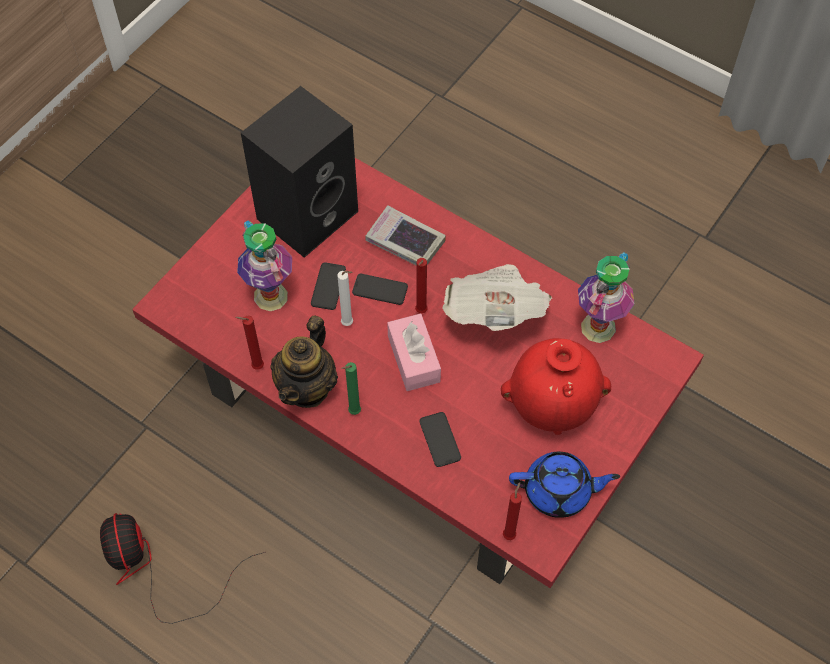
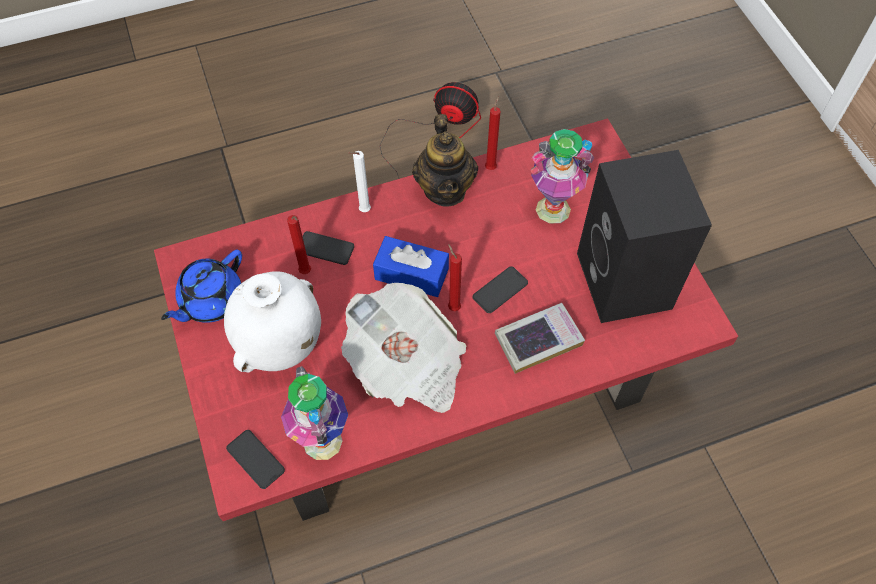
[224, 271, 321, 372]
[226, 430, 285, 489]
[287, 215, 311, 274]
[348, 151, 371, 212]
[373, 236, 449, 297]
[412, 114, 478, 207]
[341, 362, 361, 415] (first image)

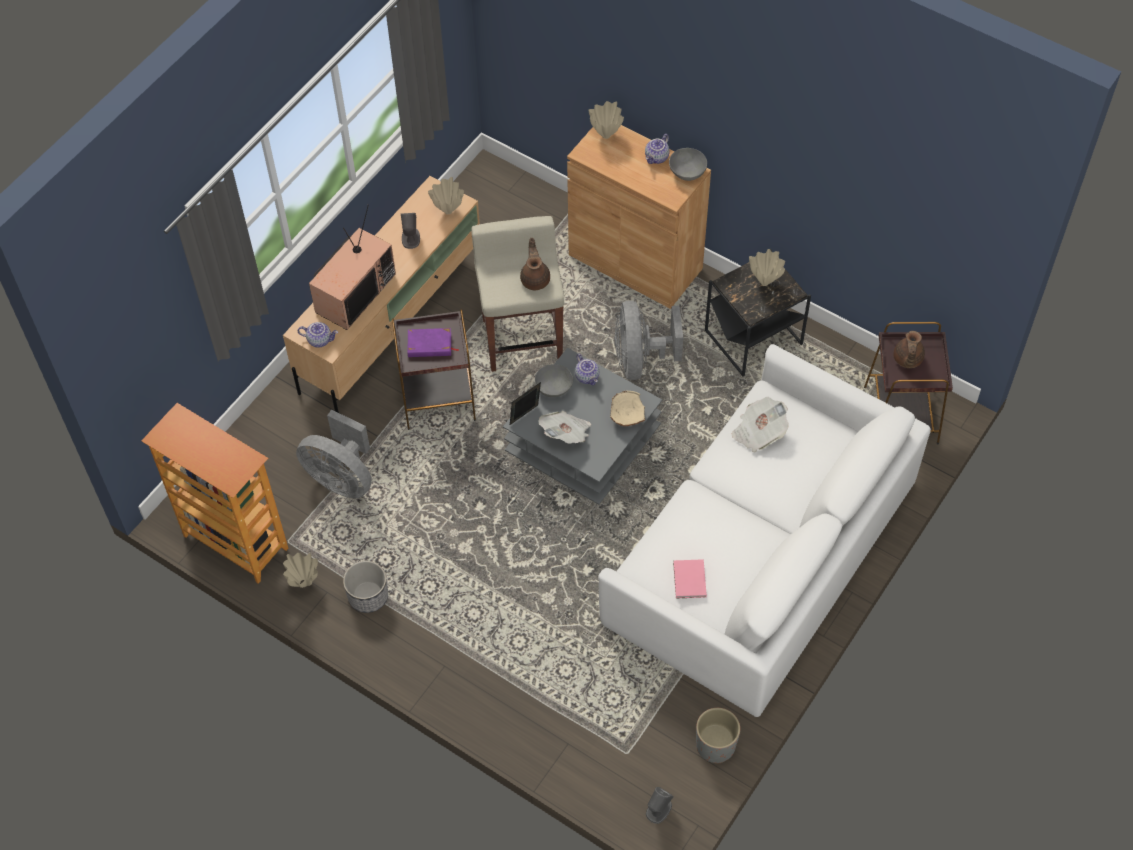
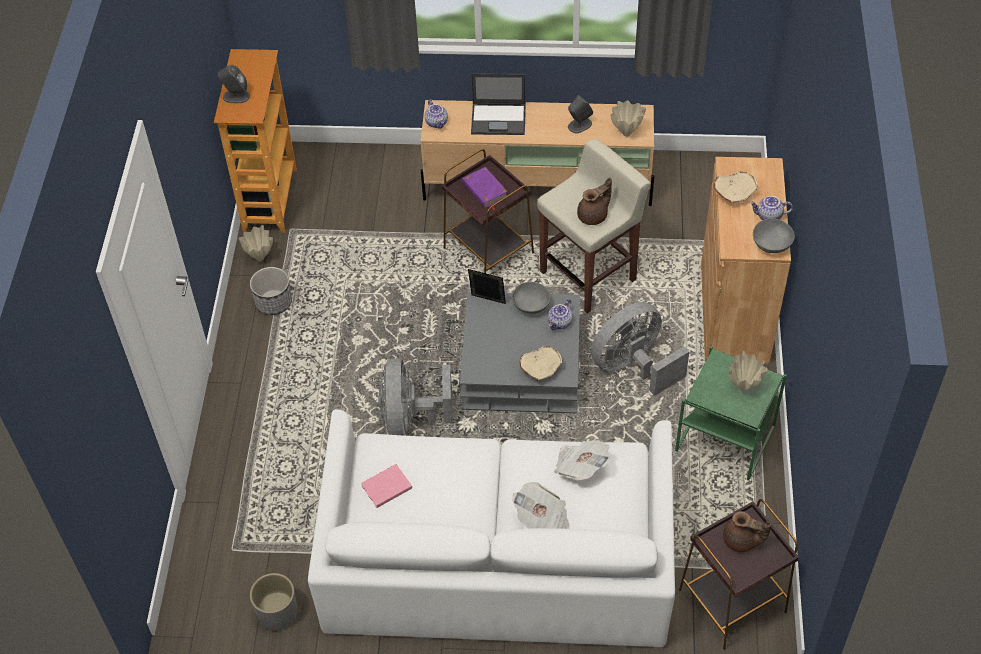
[217, 64, 250, 103]
[378, 358, 453, 436]
[471, 73, 526, 135]
[512, 482, 570, 529]
[675, 346, 787, 481]
[714, 171, 758, 203]
[723, 511, 772, 552]
[588, 101, 624, 139] (first image)

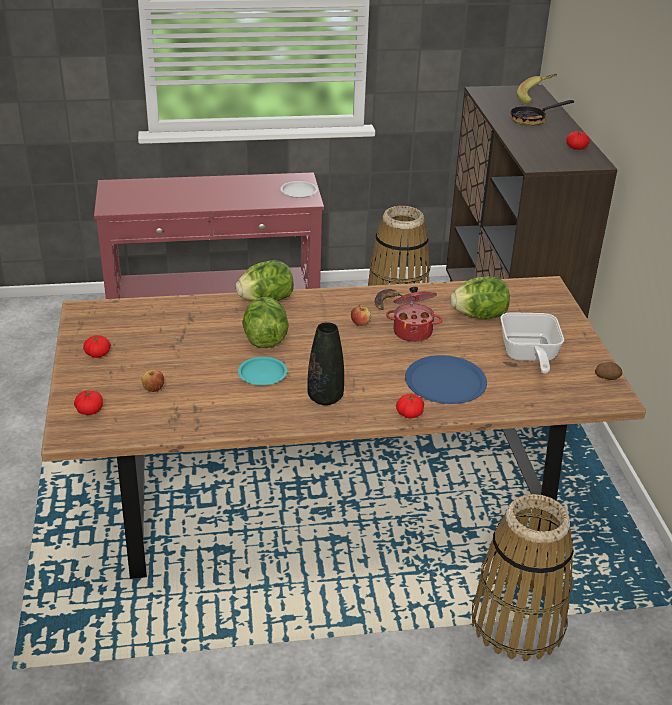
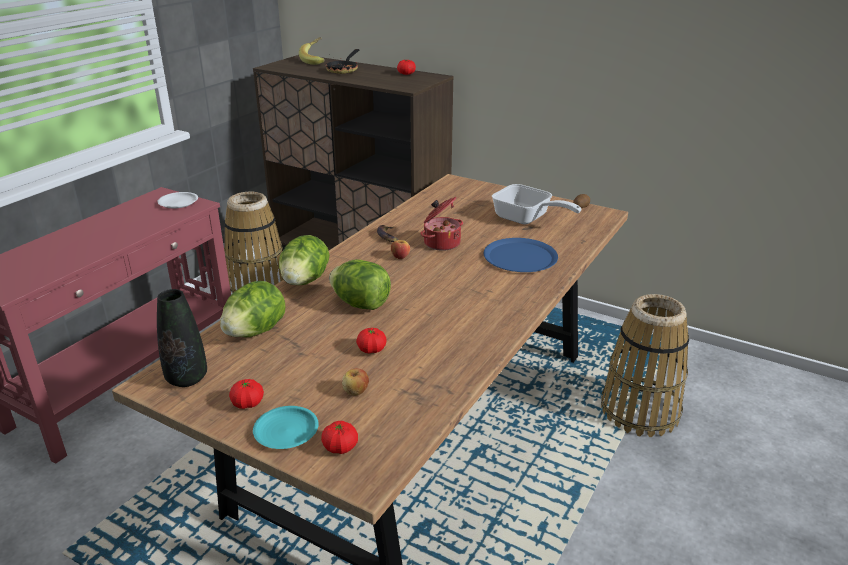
[157, 289, 207, 387]
[220, 281, 285, 337]
[253, 406, 319, 449]
[356, 328, 387, 353]

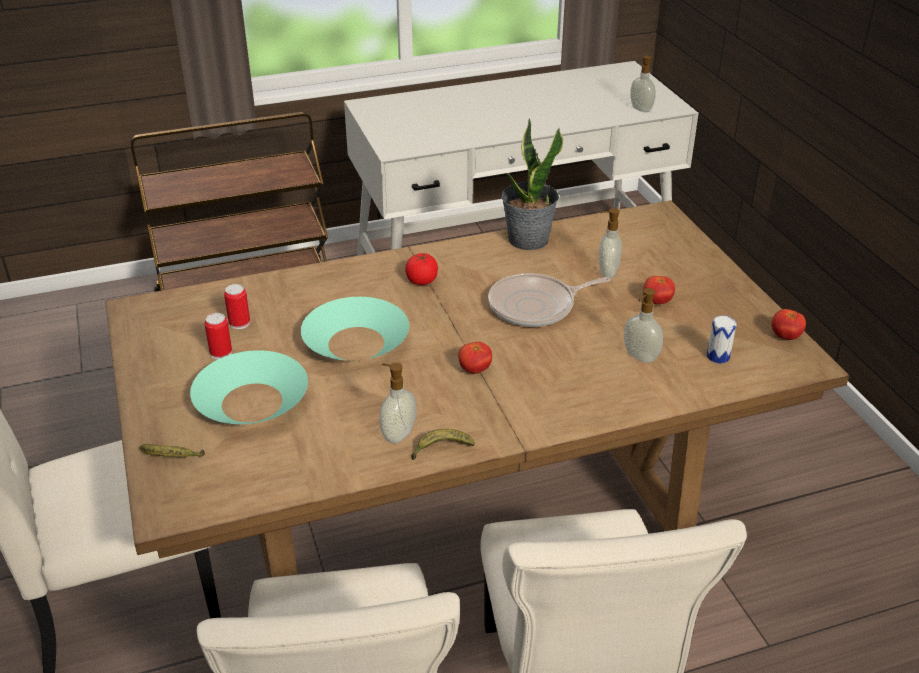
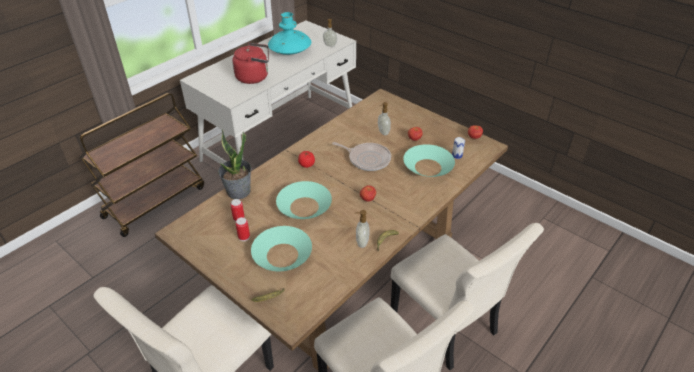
[218, 129, 251, 199]
[232, 43, 269, 84]
[268, 12, 311, 55]
[332, 142, 391, 171]
[403, 144, 455, 177]

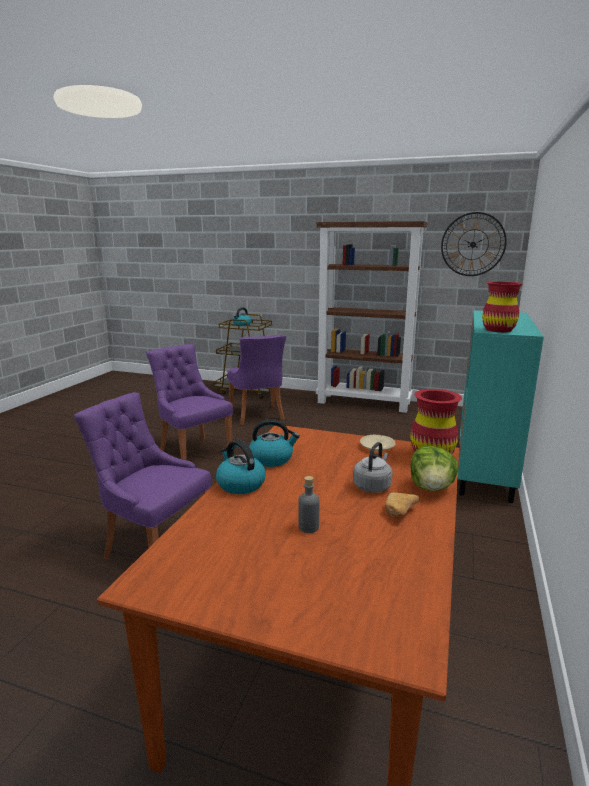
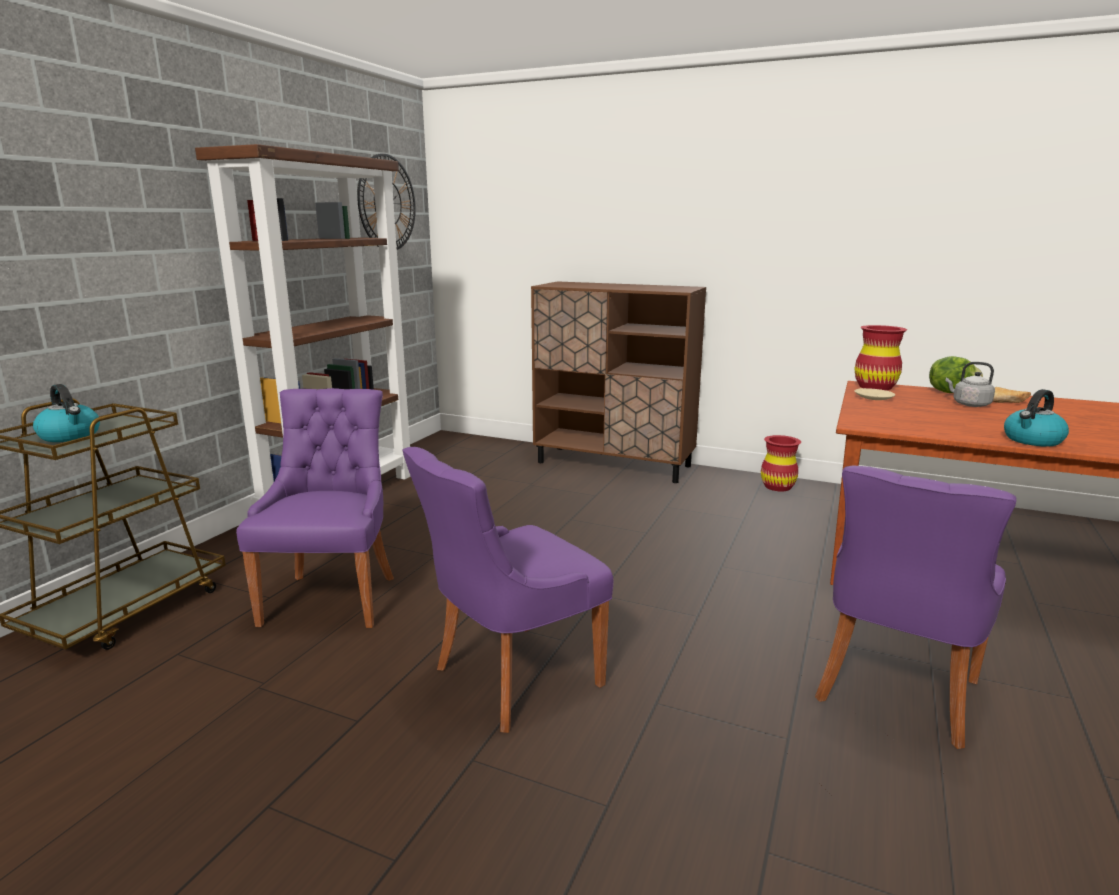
[236, 388, 394, 628]
[531, 281, 706, 483]
[761, 435, 801, 491]
[249, 419, 300, 467] (first image)
[298, 476, 319, 533] (first image)

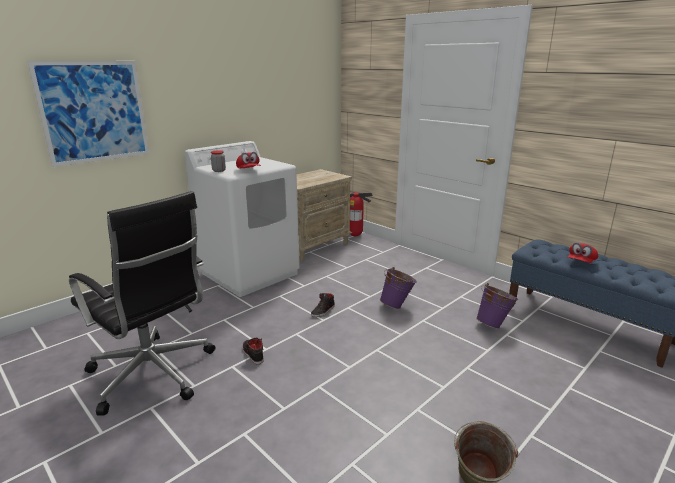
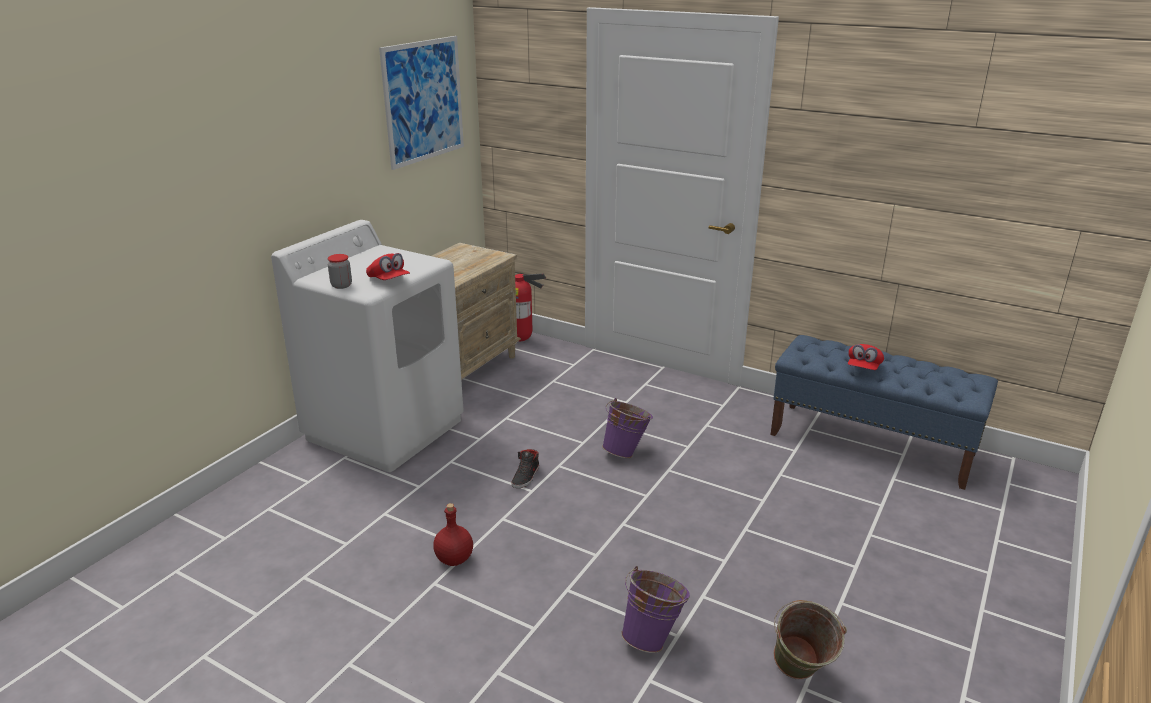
[379, 36, 464, 170]
[433, 503, 473, 566]
[621, 566, 690, 653]
[69, 191, 215, 416] (first image)

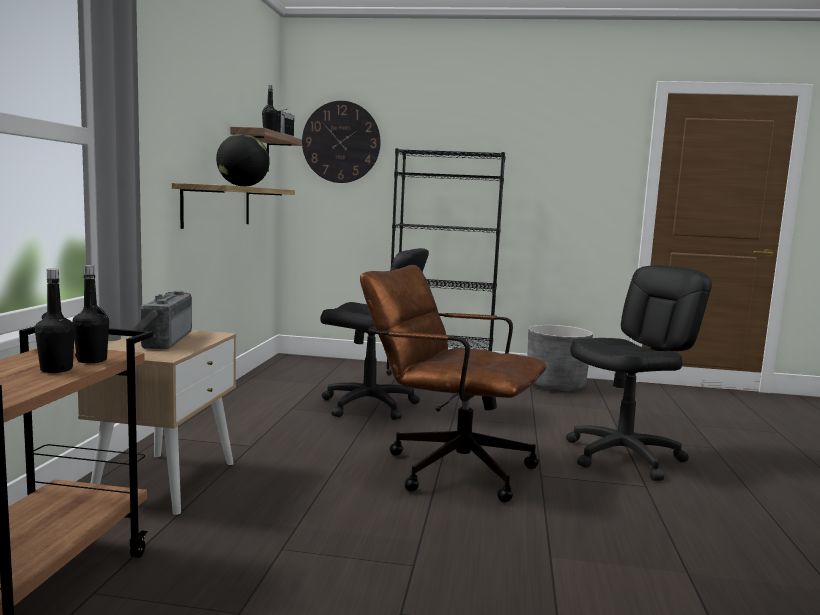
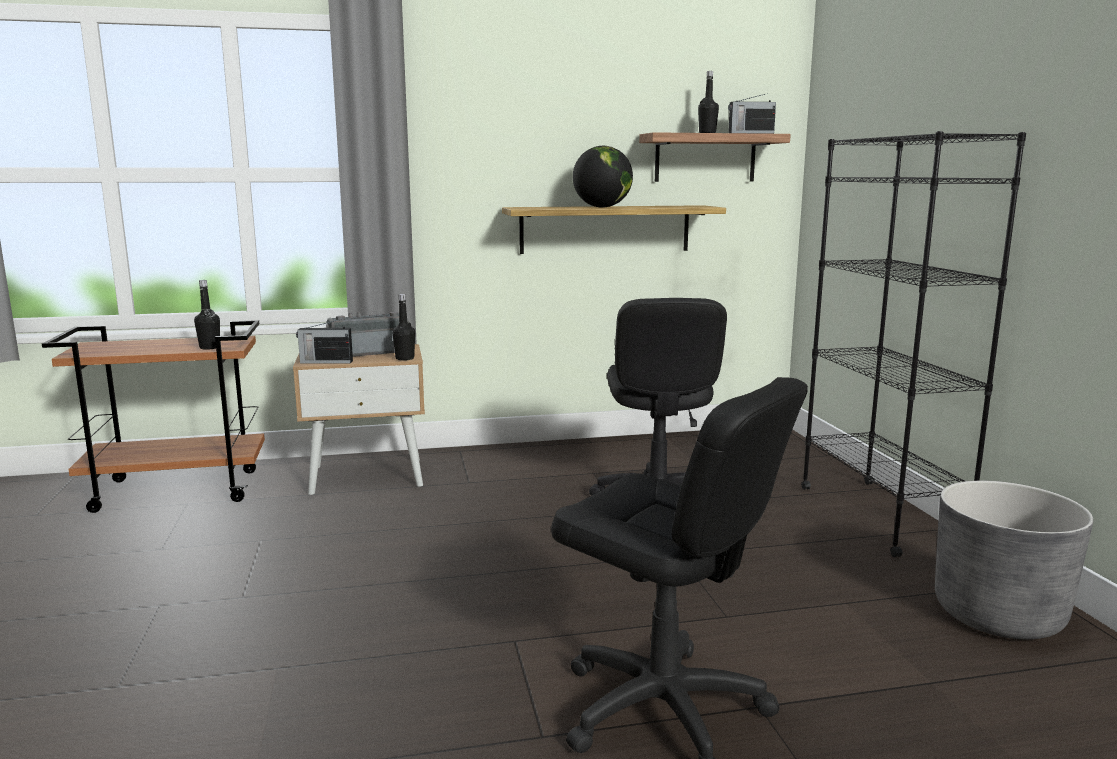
[296, 319, 353, 364]
[392, 294, 415, 361]
[302, 101, 381, 183] (first image)
[360, 265, 547, 502] (first image)

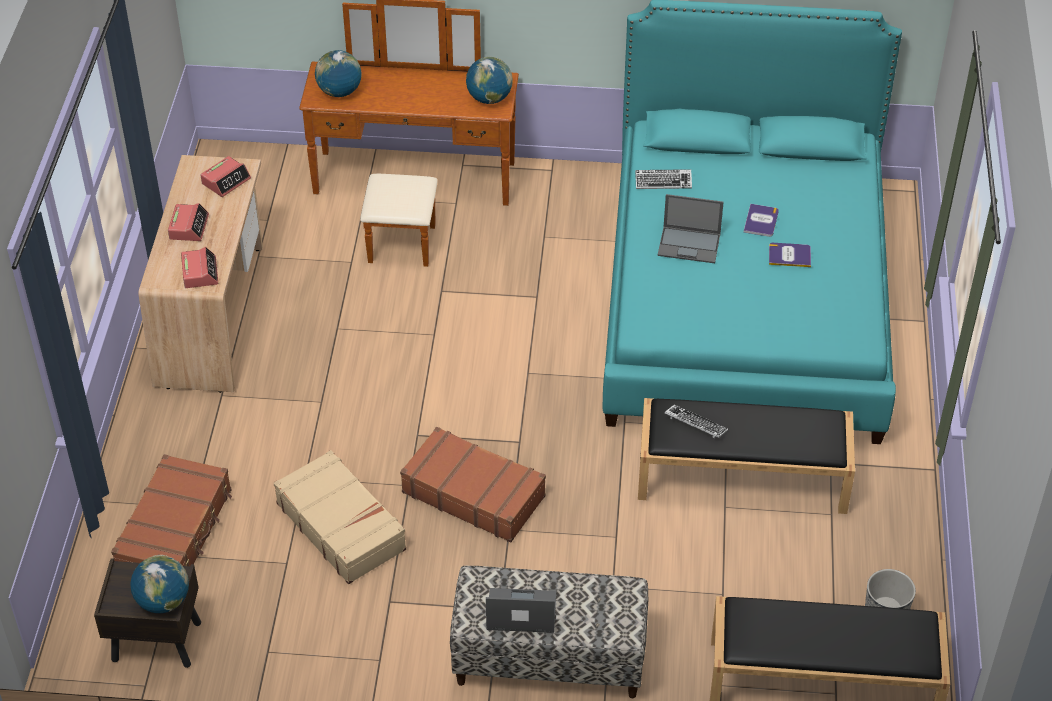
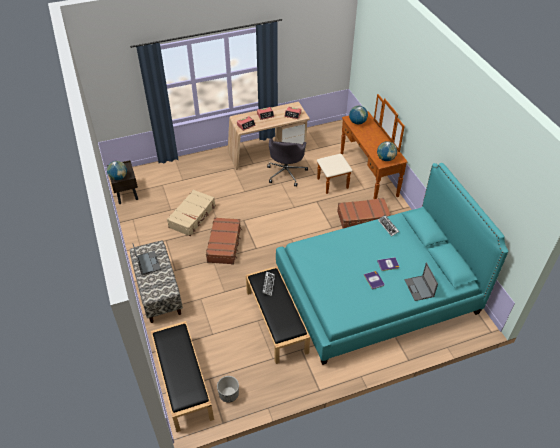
[267, 139, 308, 186]
[337, 198, 391, 228]
[404, 263, 438, 301]

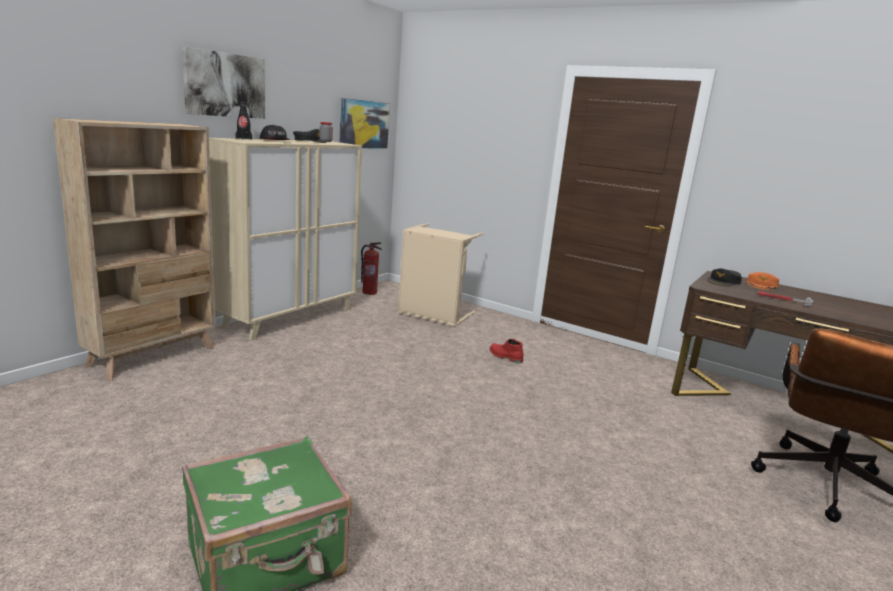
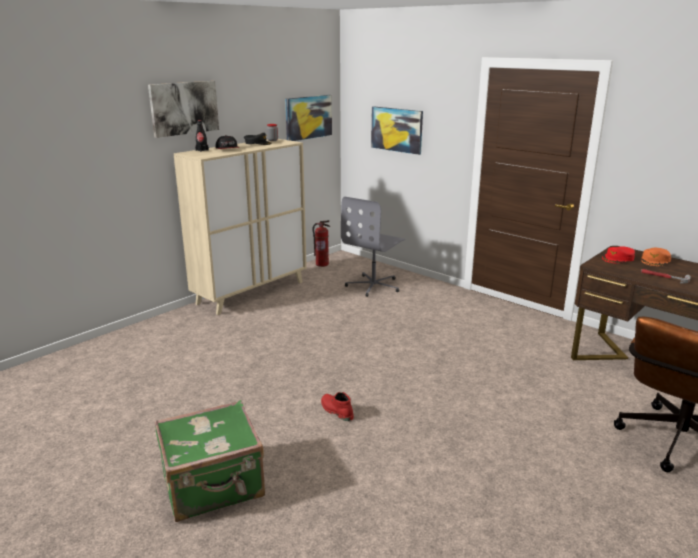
[321, 392, 354, 421]
[341, 197, 405, 297]
[371, 106, 423, 155]
[602, 246, 635, 263]
[53, 118, 216, 381] (first image)

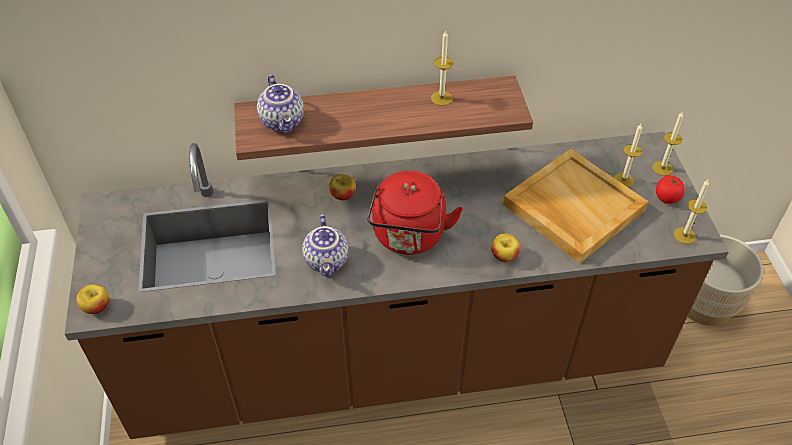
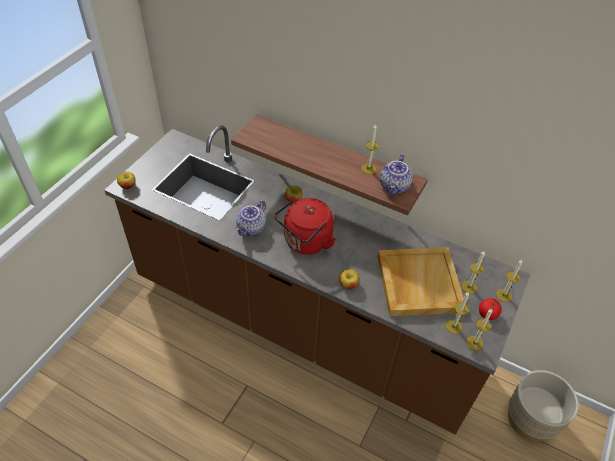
[380, 154, 413, 195]
[446, 292, 469, 334]

